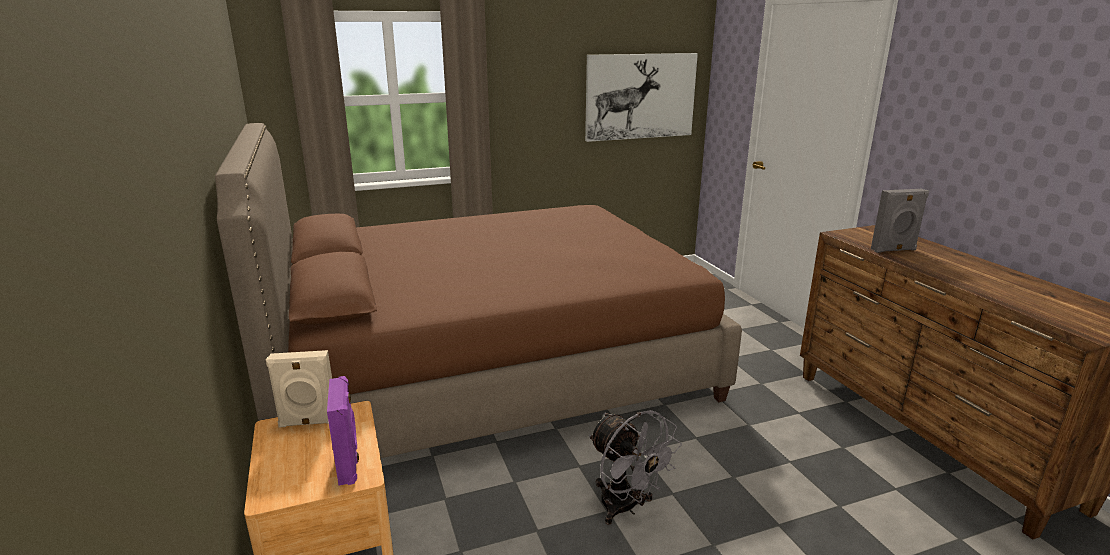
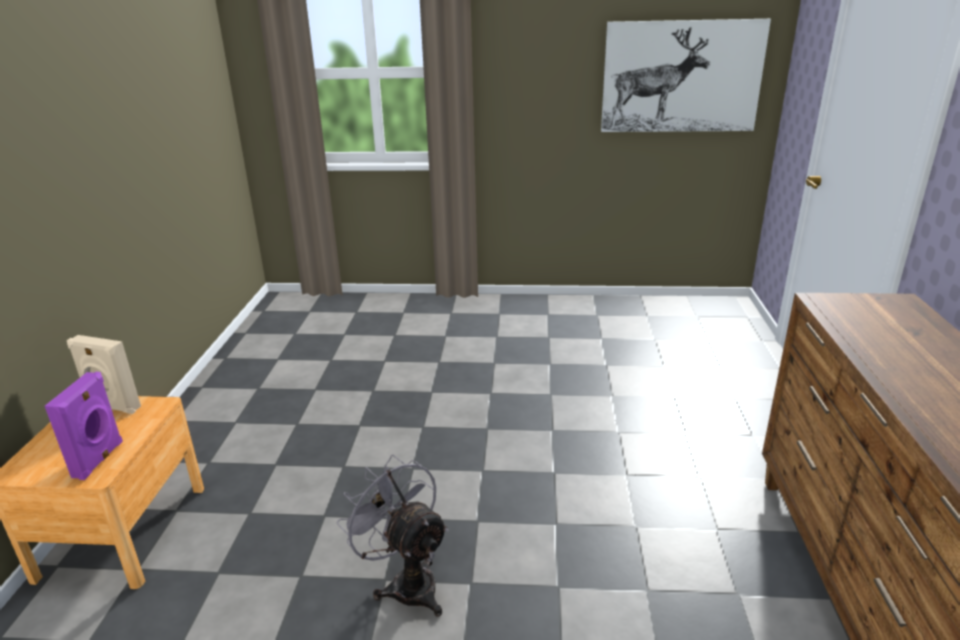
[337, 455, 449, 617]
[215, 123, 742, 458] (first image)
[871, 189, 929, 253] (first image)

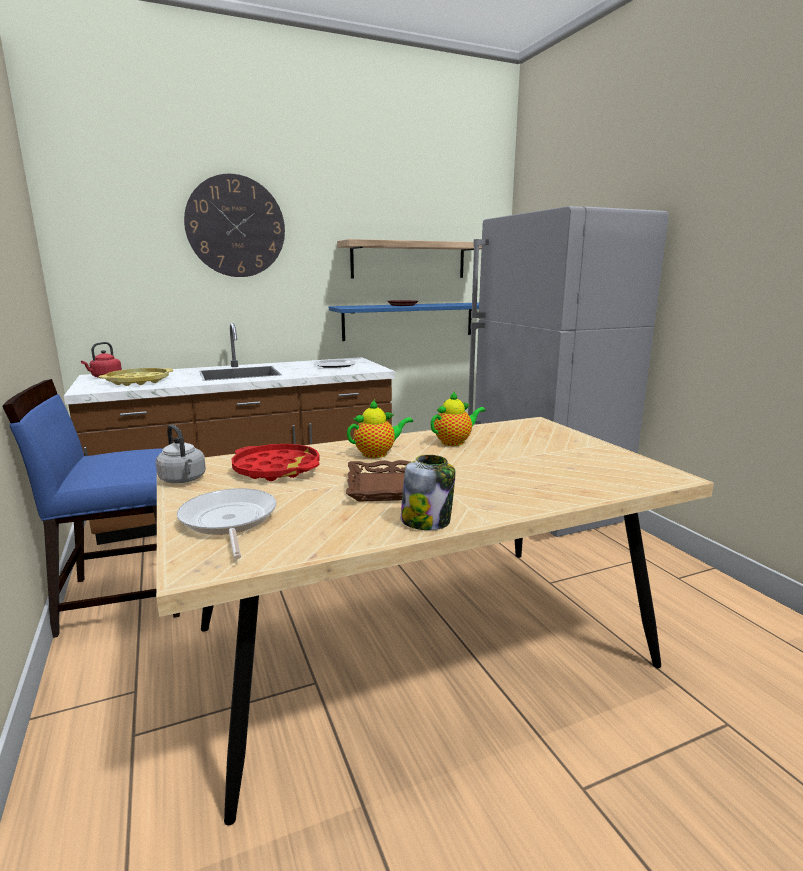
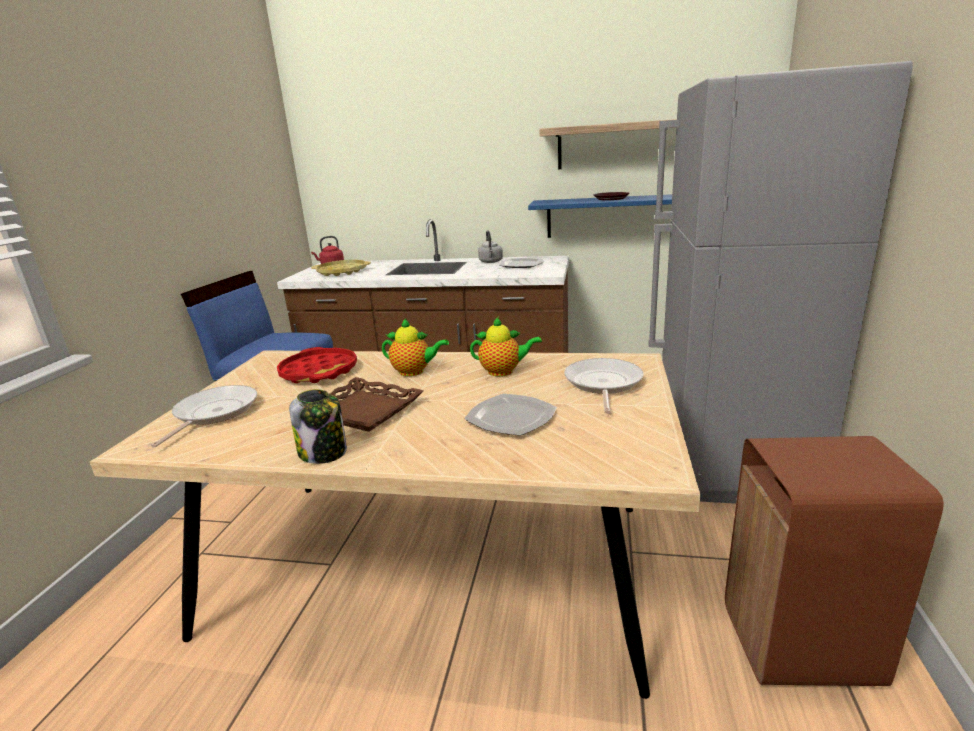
[464, 394, 557, 436]
[478, 231, 503, 263]
[564, 358, 643, 414]
[725, 436, 944, 686]
[184, 174, 285, 277] (first image)

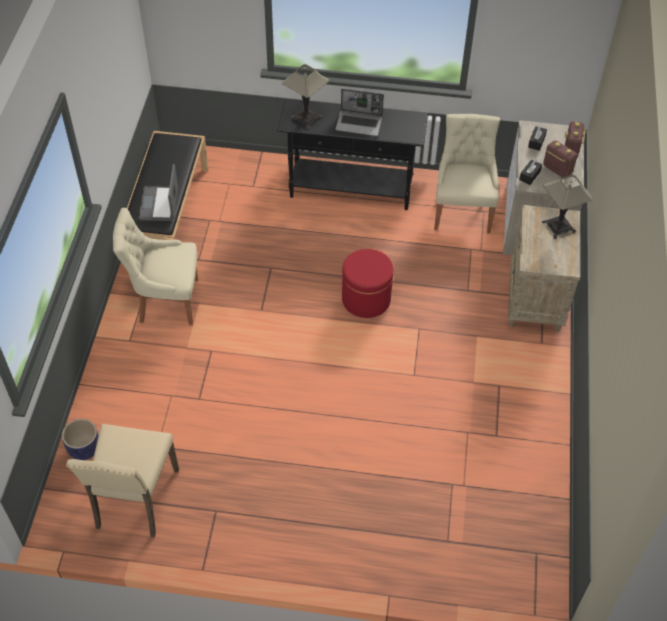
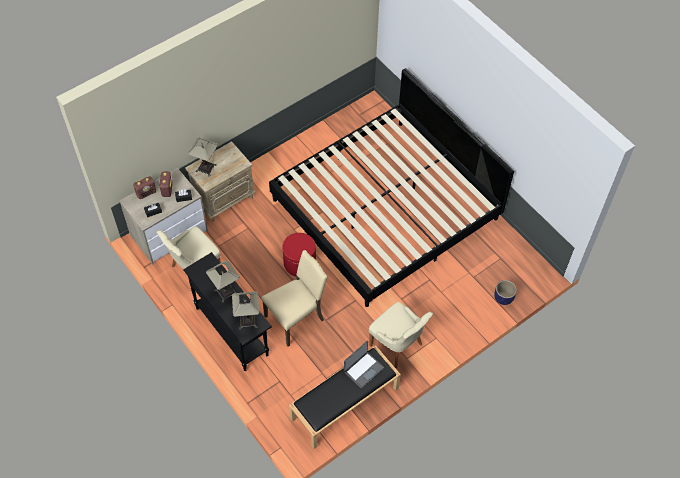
[206, 260, 240, 303]
[261, 250, 328, 347]
[269, 68, 514, 307]

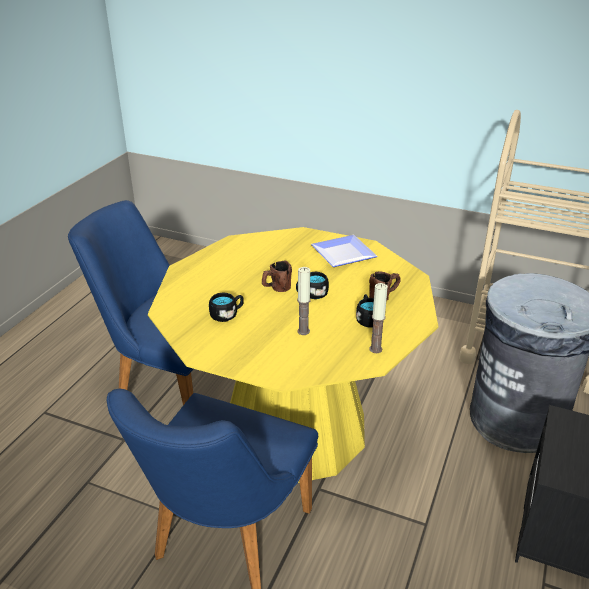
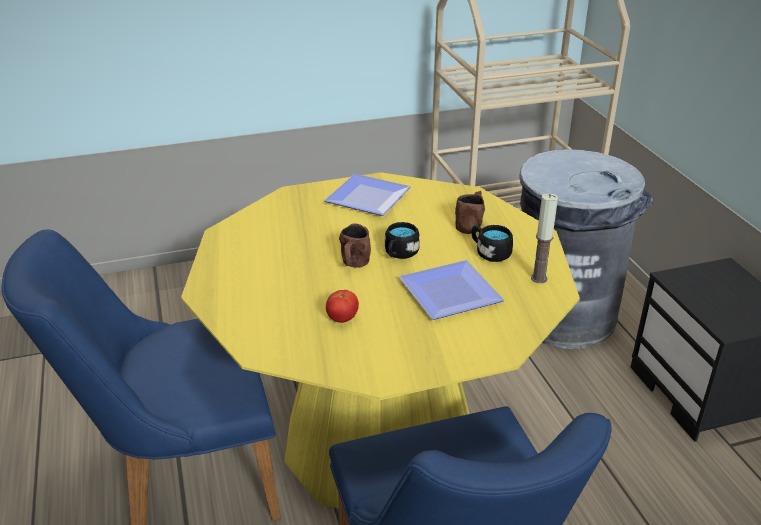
[326, 290, 359, 323]
[399, 260, 504, 320]

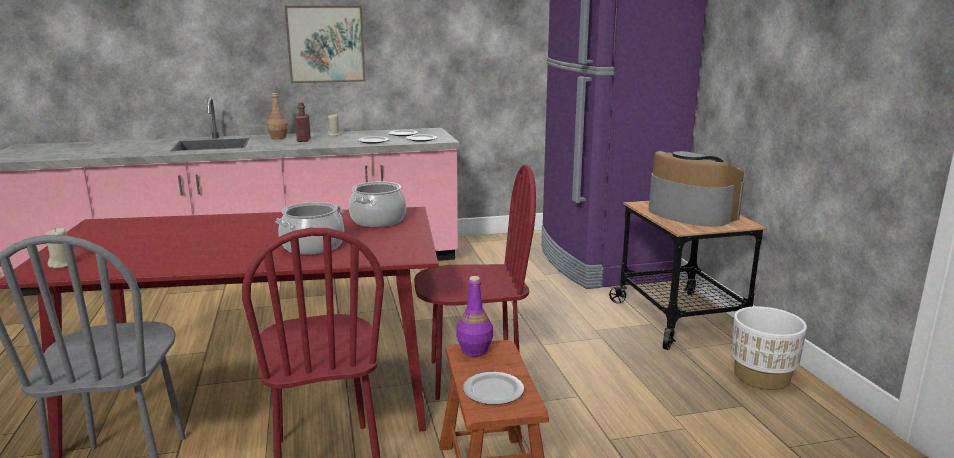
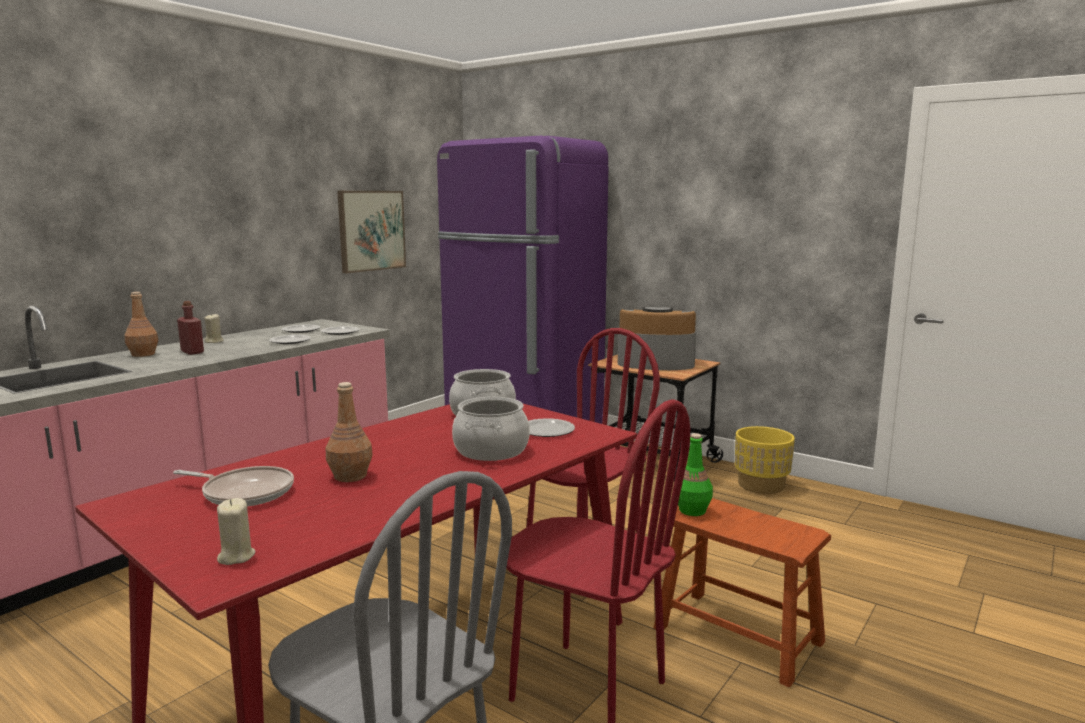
[173, 466, 294, 507]
[326, 382, 373, 482]
[337, 191, 406, 273]
[528, 418, 575, 437]
[678, 433, 713, 516]
[735, 426, 795, 494]

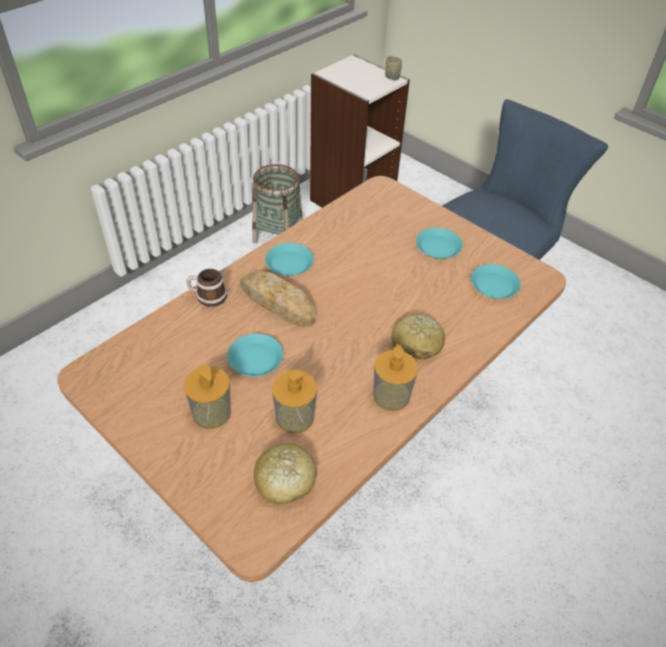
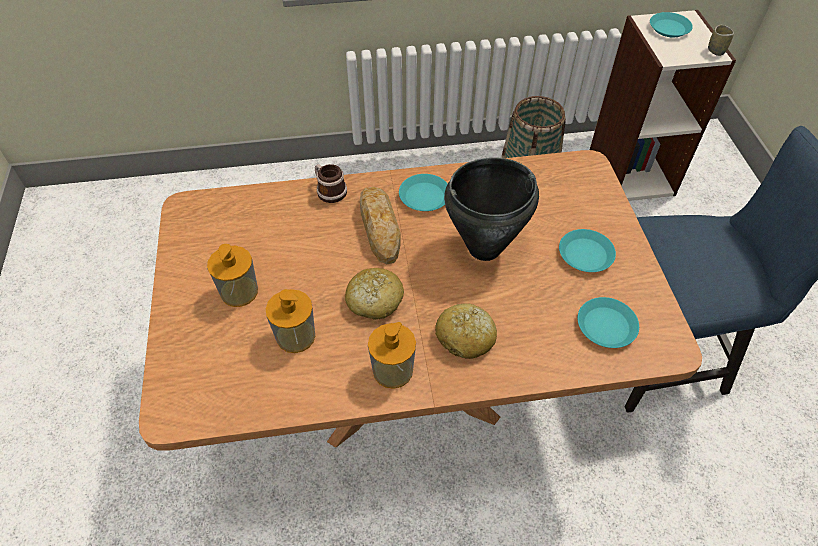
[345, 268, 404, 320]
[444, 158, 539, 261]
[650, 12, 693, 37]

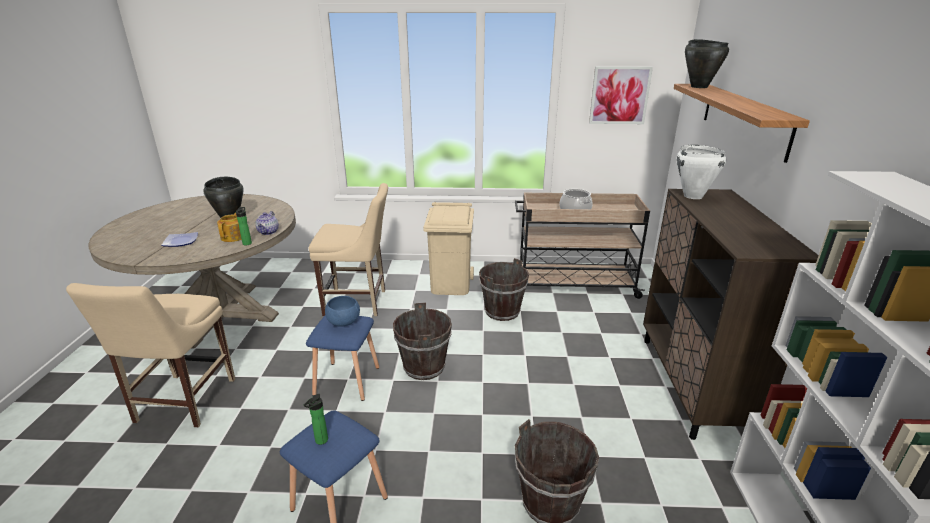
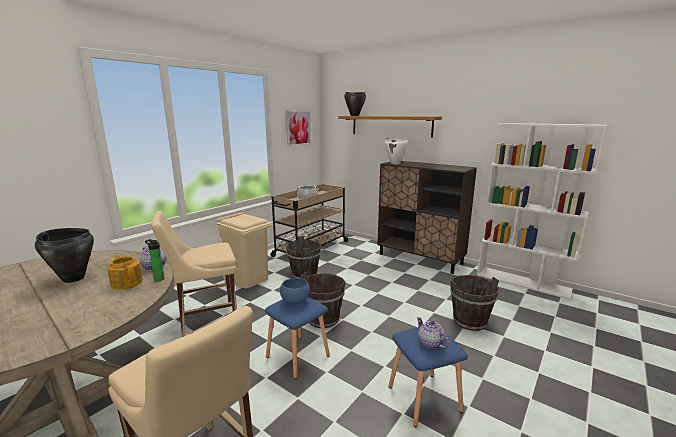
[151, 211, 237, 337]
[417, 317, 449, 349]
[161, 232, 198, 247] (first image)

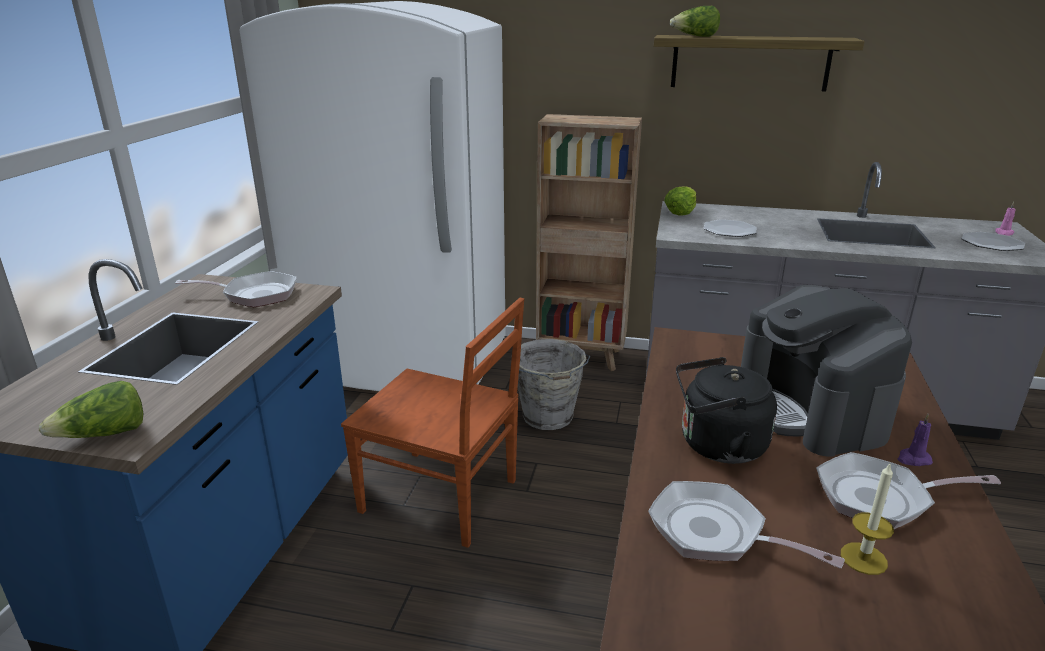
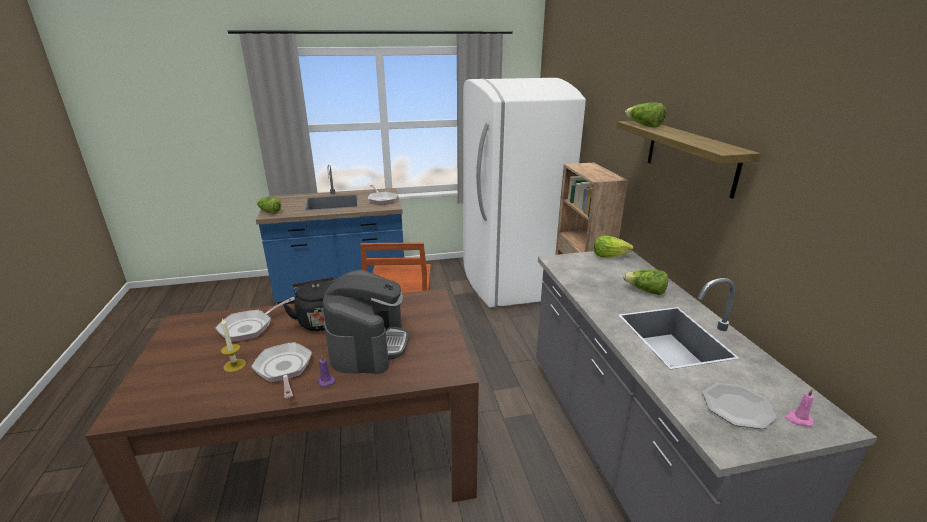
[215, 297, 295, 342]
[323, 270, 409, 374]
[623, 270, 668, 295]
[511, 339, 590, 430] (first image)
[703, 219, 757, 237] (first image)

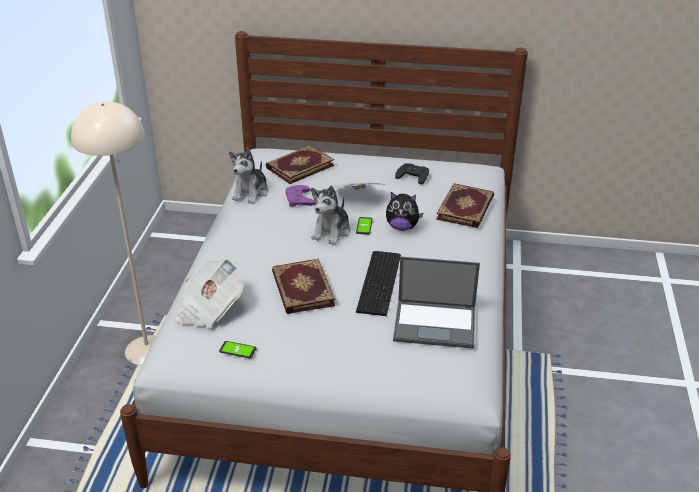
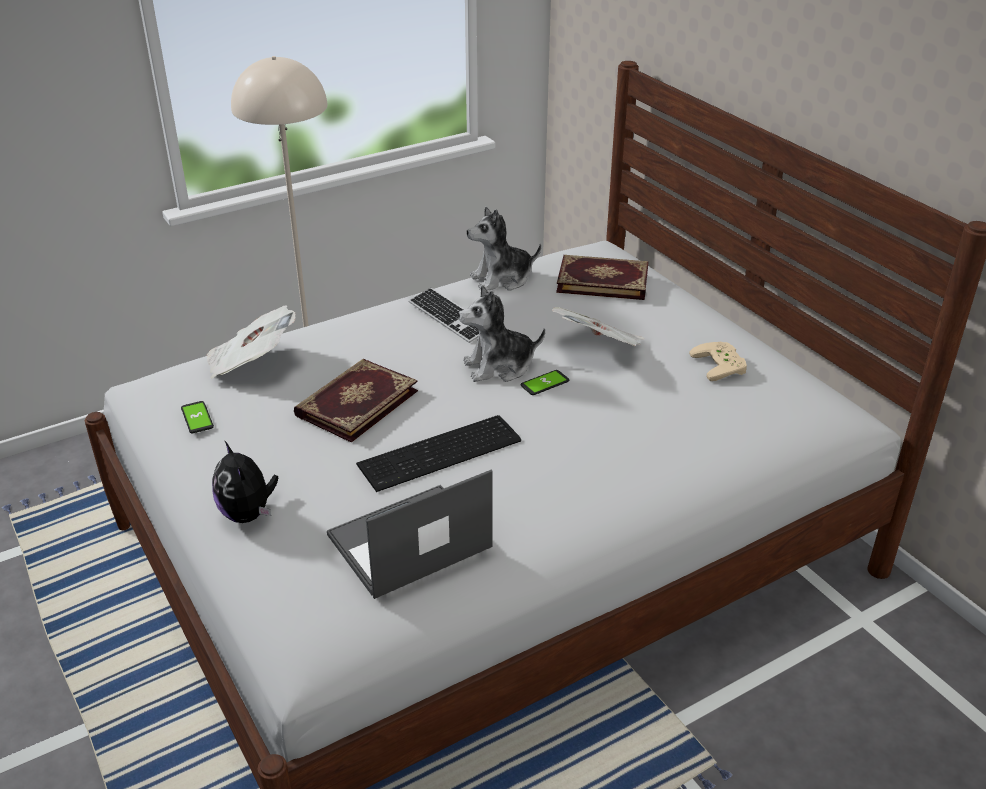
[212, 440, 278, 523]
[327, 469, 493, 599]
[409, 288, 479, 343]
[689, 342, 747, 381]
[285, 185, 315, 207] (first image)
[436, 183, 494, 228] (first image)

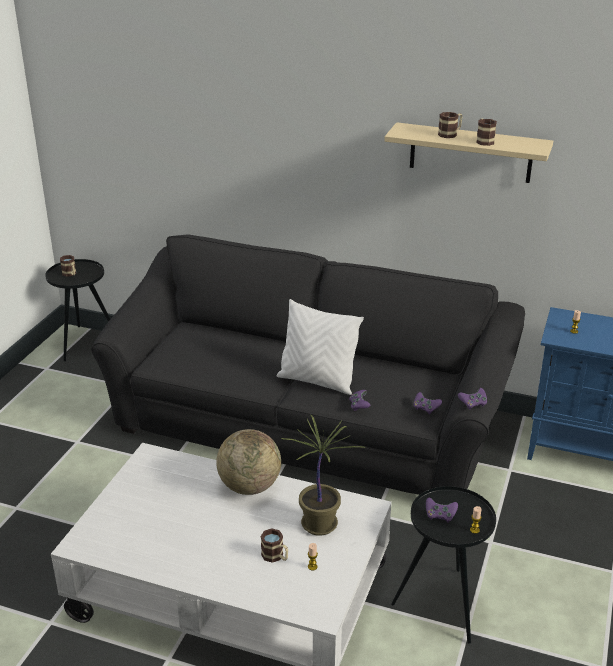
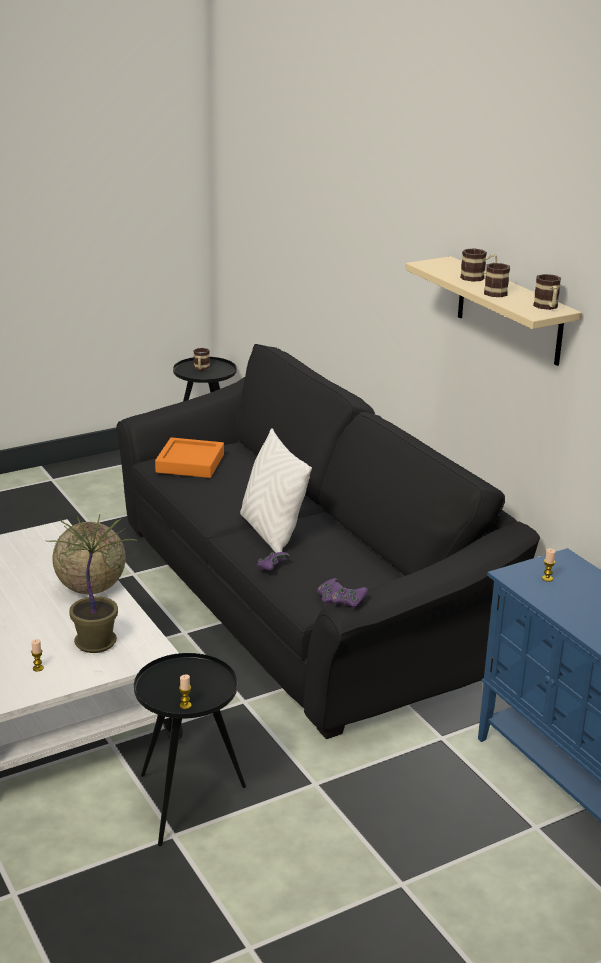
[155, 437, 224, 478]
[533, 274, 561, 310]
[426, 498, 458, 523] (first image)

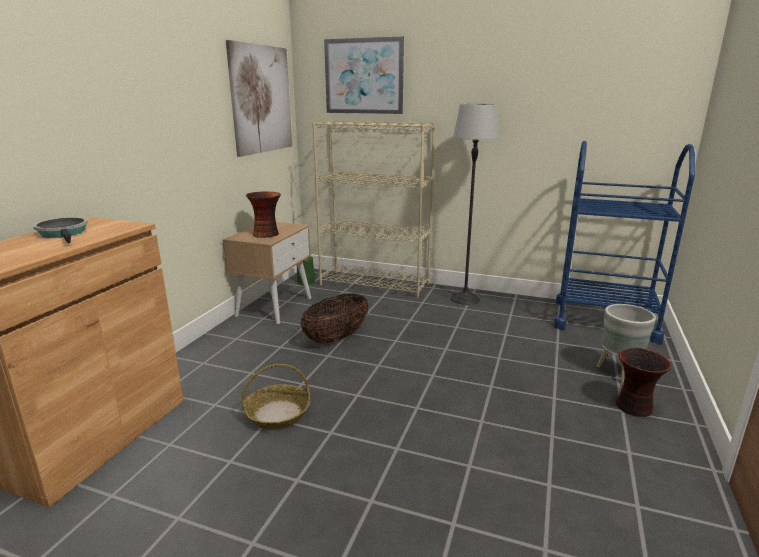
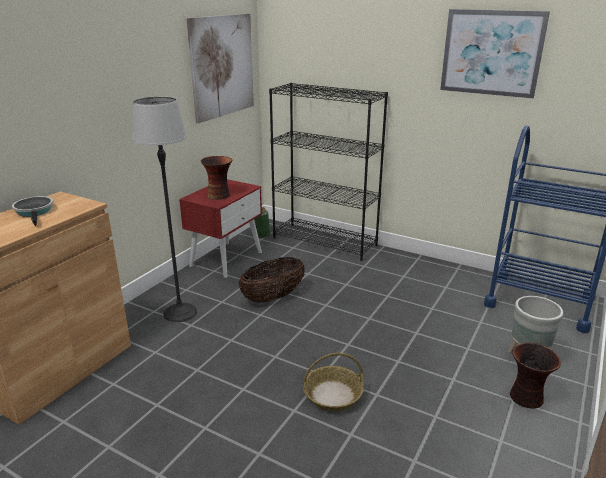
[132, 97, 197, 322]
[179, 179, 262, 278]
[269, 83, 388, 261]
[302, 353, 364, 412]
[440, 9, 550, 98]

